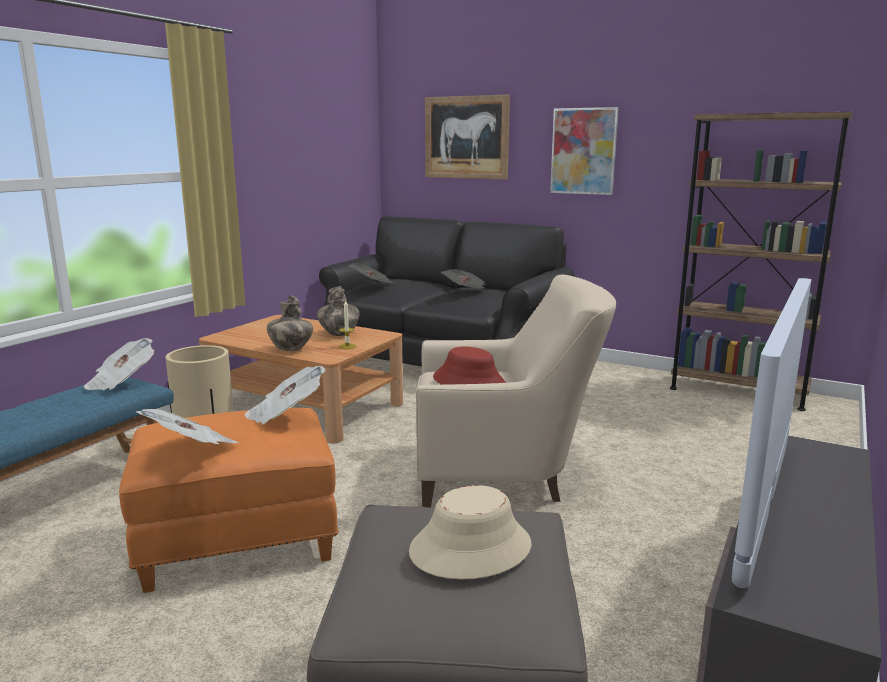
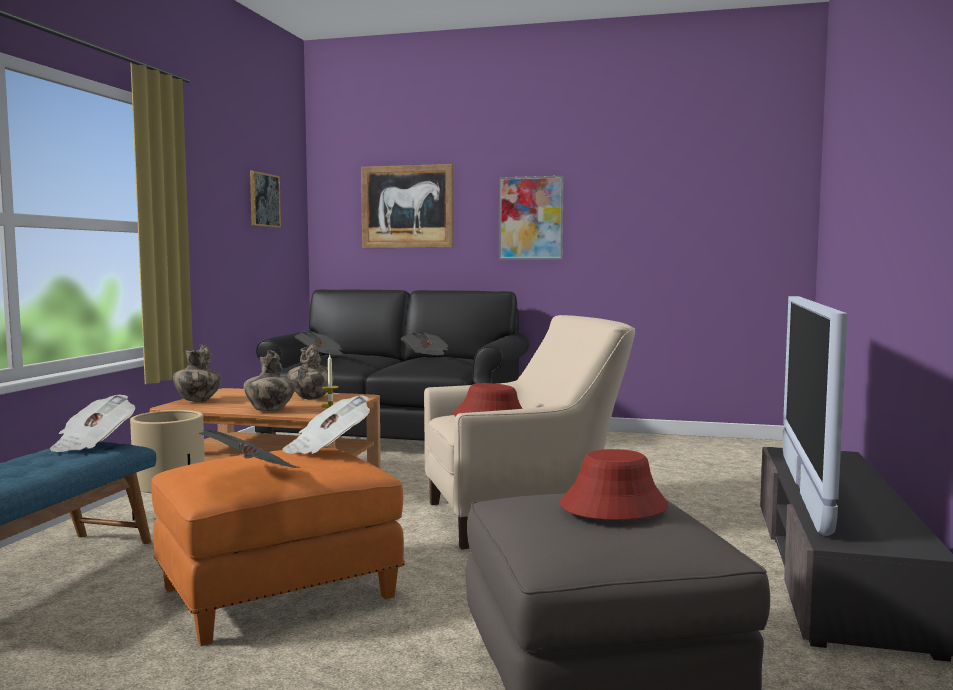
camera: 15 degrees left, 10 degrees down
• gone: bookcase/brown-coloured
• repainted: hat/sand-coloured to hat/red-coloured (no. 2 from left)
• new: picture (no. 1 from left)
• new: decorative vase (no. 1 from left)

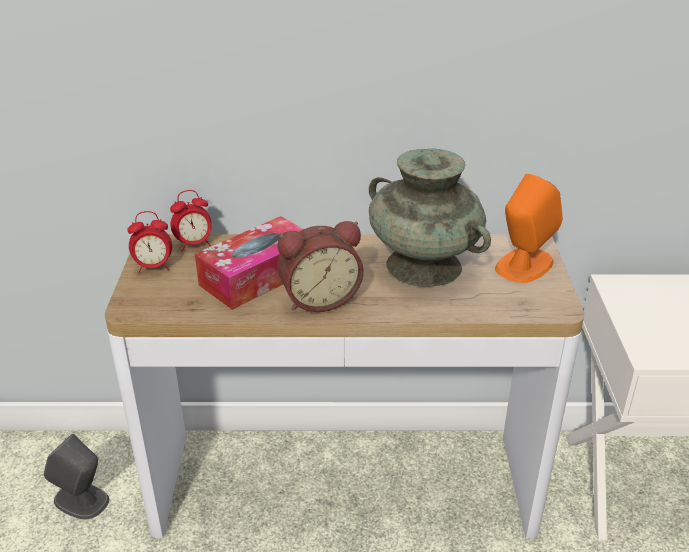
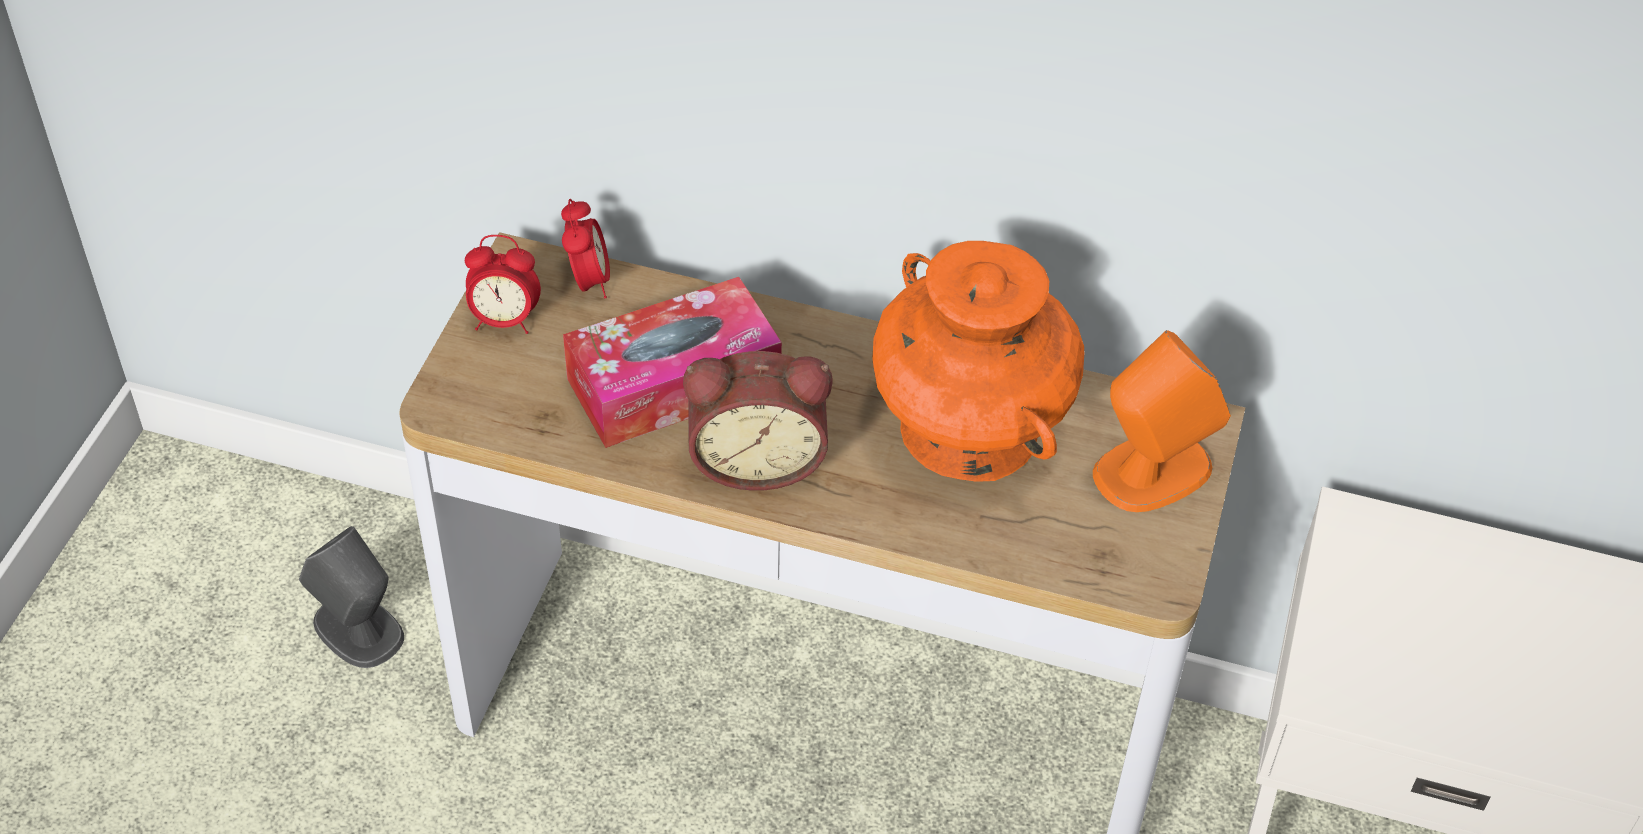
camera: 15 degrees right, 15 degrees up
• repainted: decorative vase/turquoise to decorative vase/orange
• rotated: table clock (no. 2 from left) 90 degrees counterclockwise

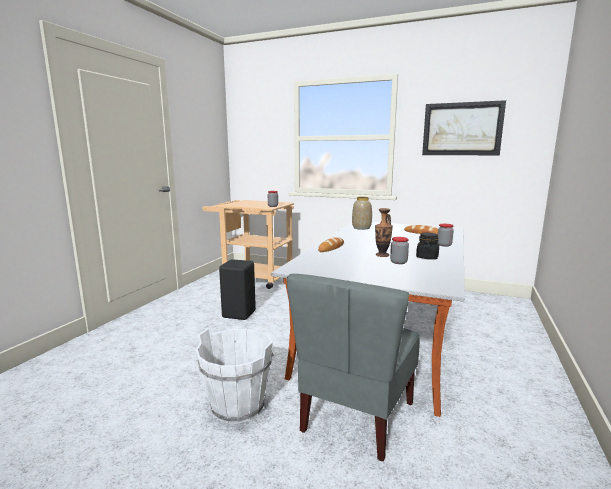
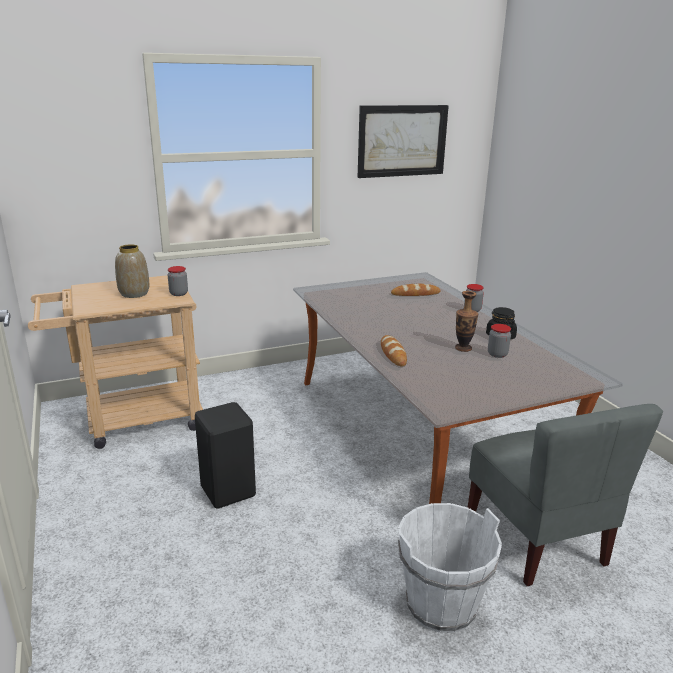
camera: 45 degrees left, 10 degrees up
• shifted: decorative vase (no. 1 from left)

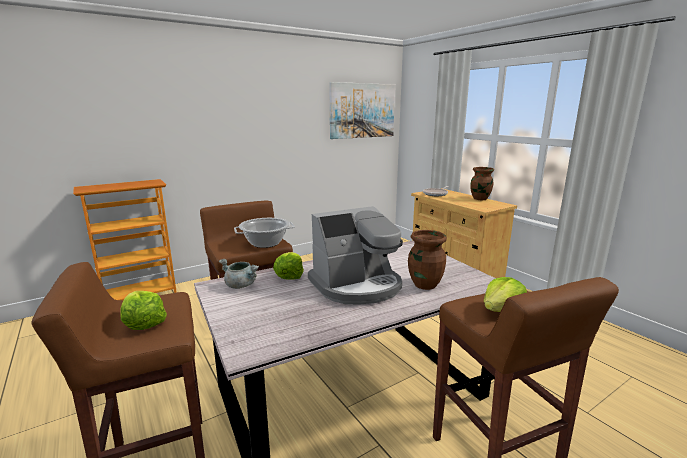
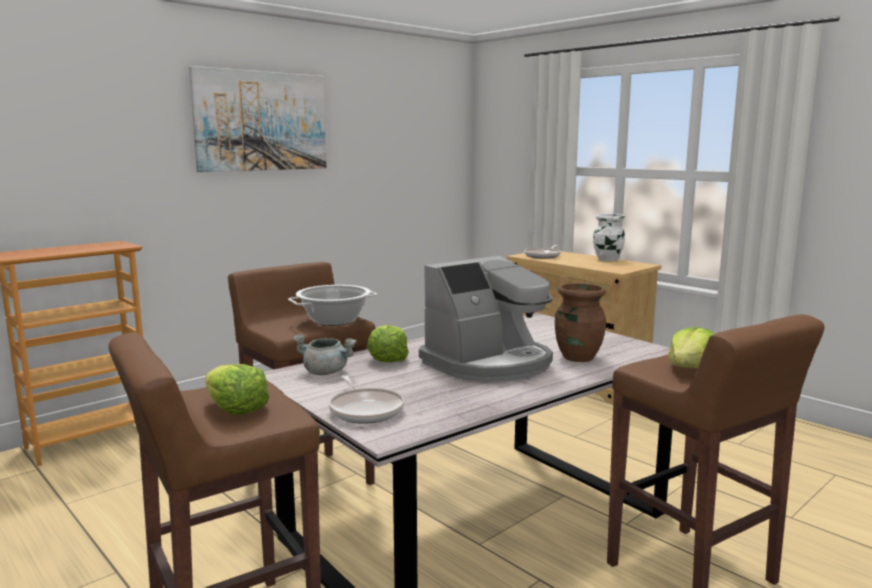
camera: 10 degrees left, 5 degrees down
• shifted: picture
• repainted: decorative vase/brown-coloured (no. 2 from left) to decorative vase/whitish
• new: pan (no. 1 from left)

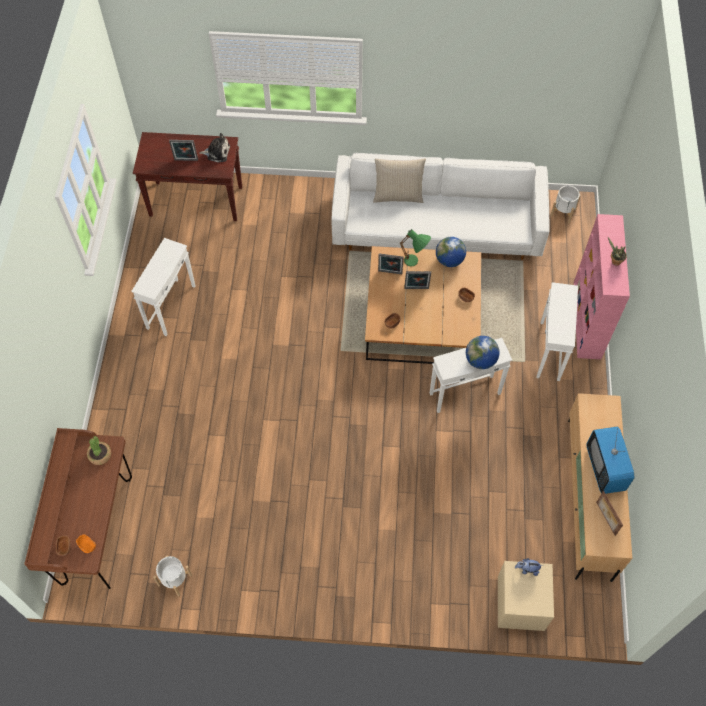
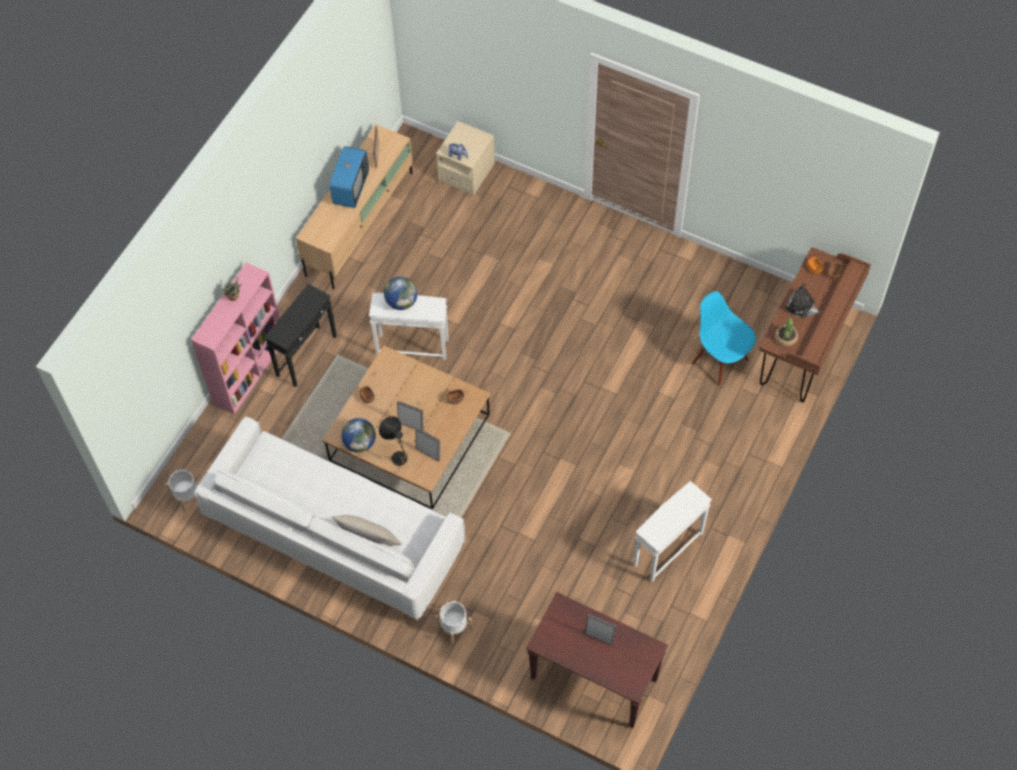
camera: 155 degrees left, 0 degrees up
• shifted: plush toy (no. 1 from left in the first image) to plush toy (no. 2 from left)
• repainted: lamp for a table/green-coloured to lamp for a table/black
• repainted: side table/whitish (no. 3 from left) to side table/black
• shifted: flower pot/whitish (no. 1 from left in the first image) to flower pot/whitish (no. 2 from left)
• new: plain chair/blue

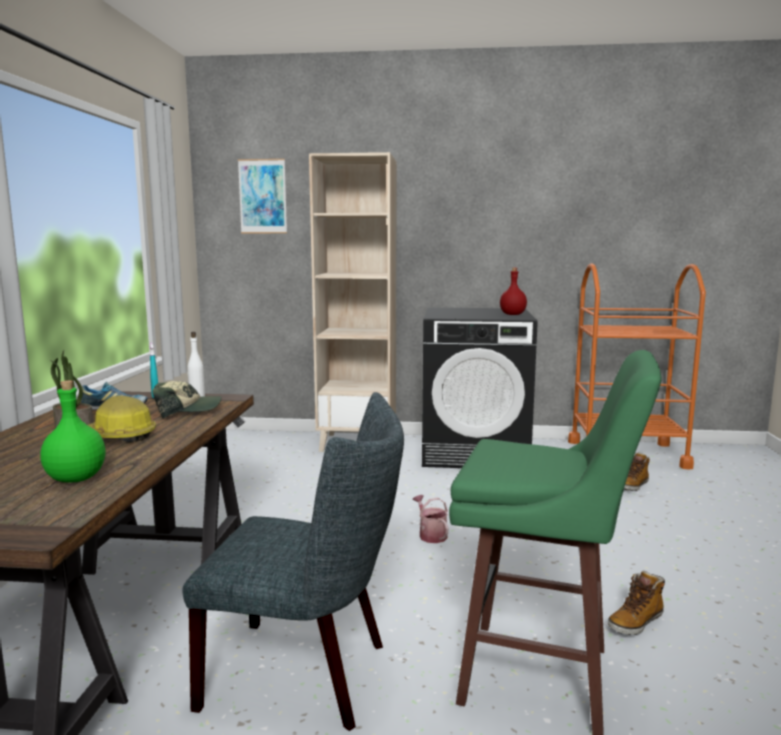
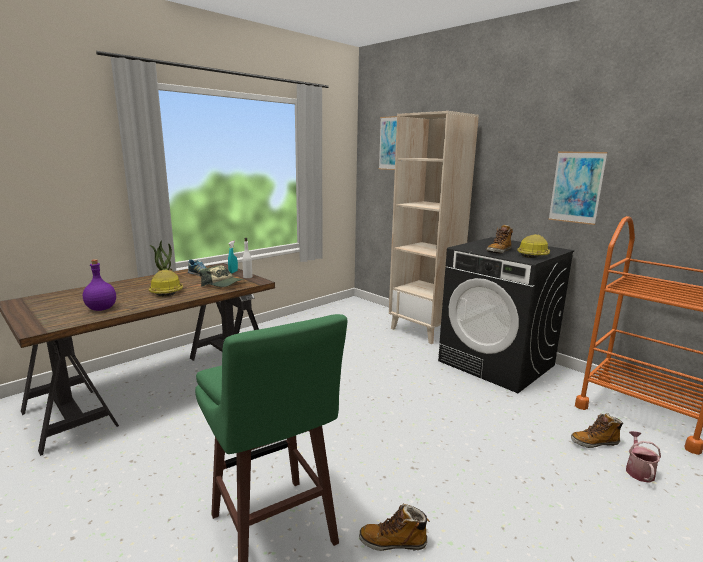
camera: 40 degrees right, 5 degrees up
• swapped: drink bottle/red-coloured to safety helmet (no. 2 from left)
• repainted: drink bottle/green-coloured to drink bottle/purple
• gone: plain chair/grey
• shifted: watering pot
• new: picture (no. 2 from left)
• new: tall boot (no. 2 from left)

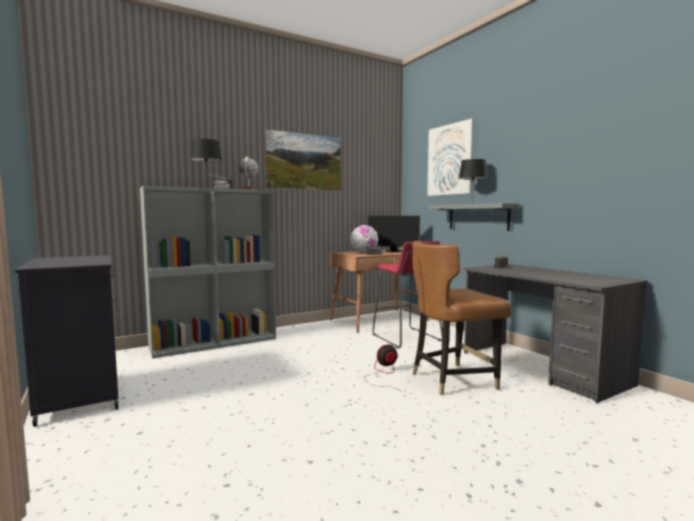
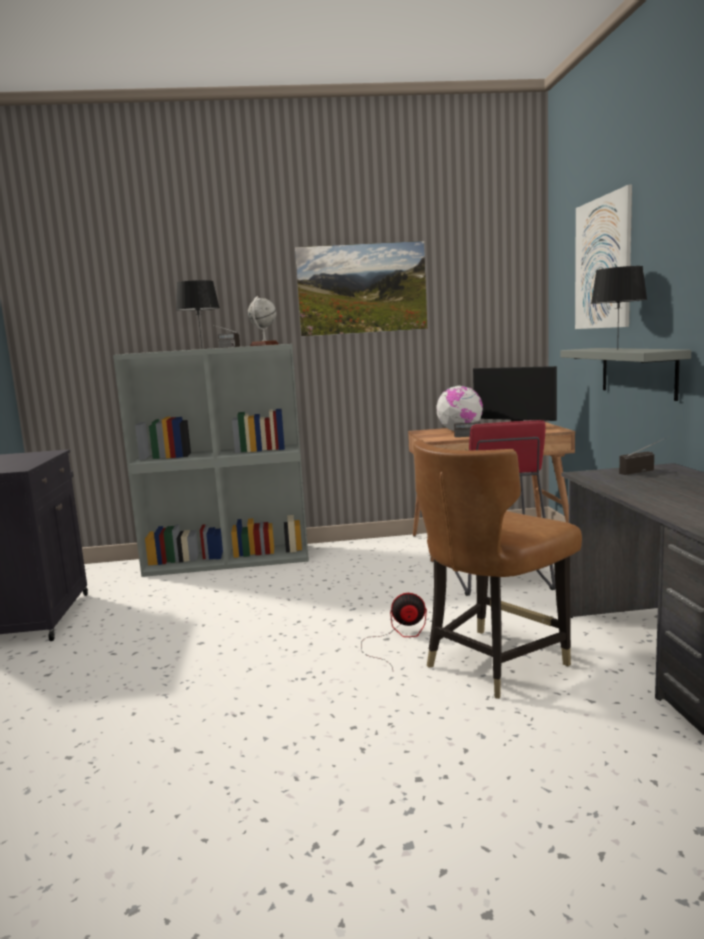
camera: 25 degrees right, 5 degrees up
• rotated: plain chair/brown-coloured 45 degrees counterclockwise

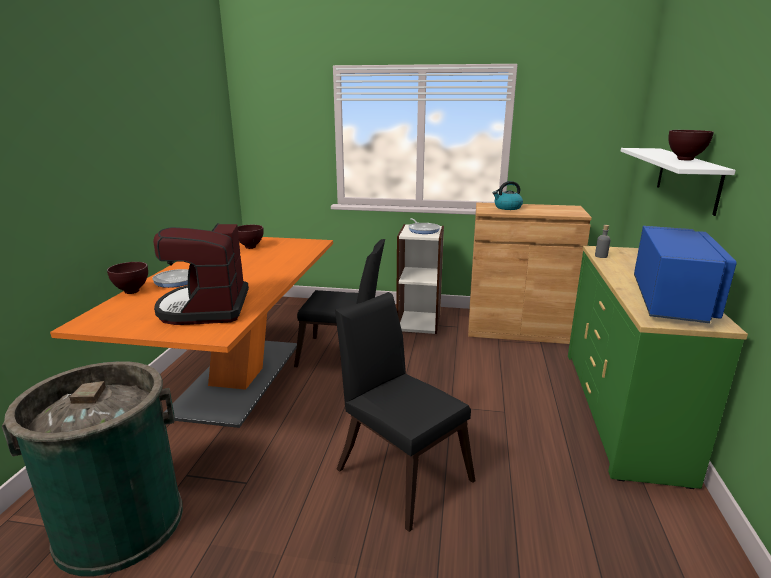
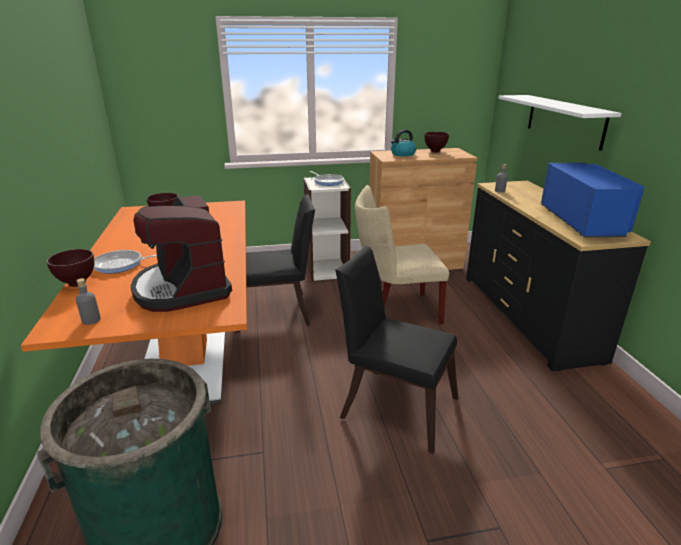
camera: 20 degrees left, 5 degrees up
• shifted: bowl/brown-coloured (no. 3 from left)
• repainted: chest of drawers/green-coloured to chest of drawers/black
• new: plain chair/sand-coloured
• new: drink bottle/grey (no. 1 from left)

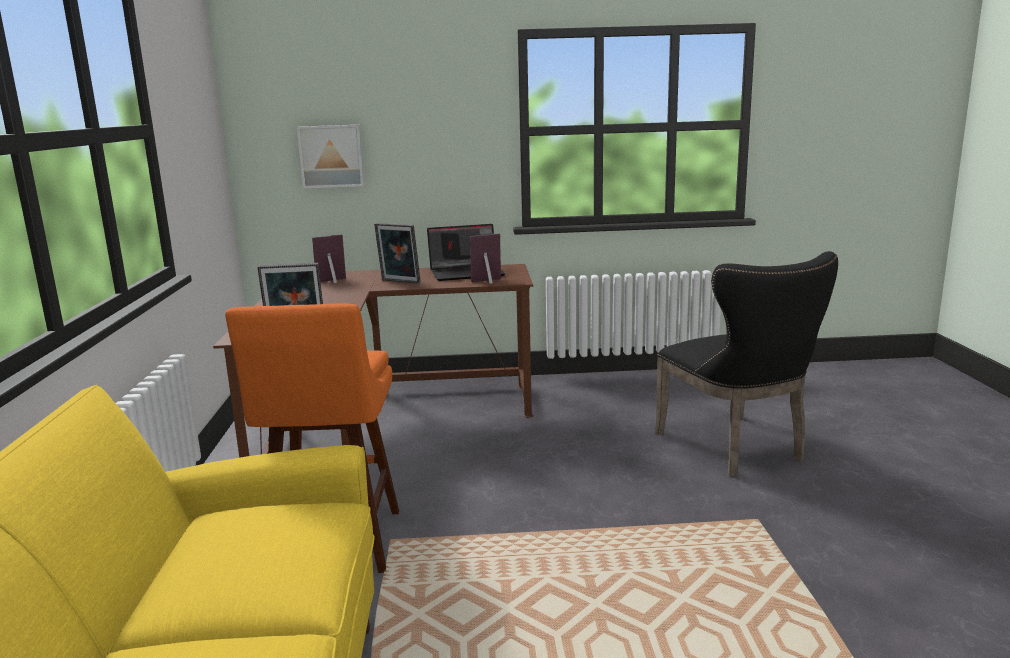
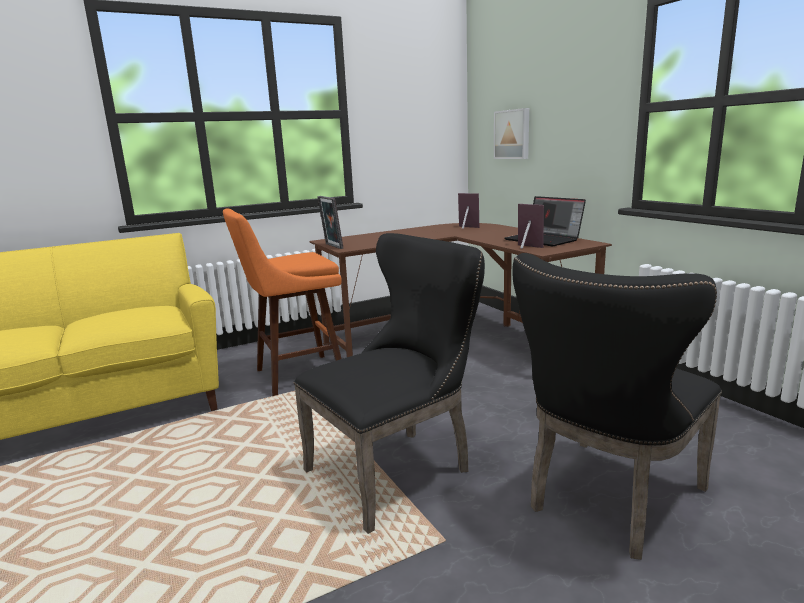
camera: 65 degrees right, 0 degrees up
• gone: photo frame (no. 3 from left)
• new: plain chair/black (no. 1 from left)

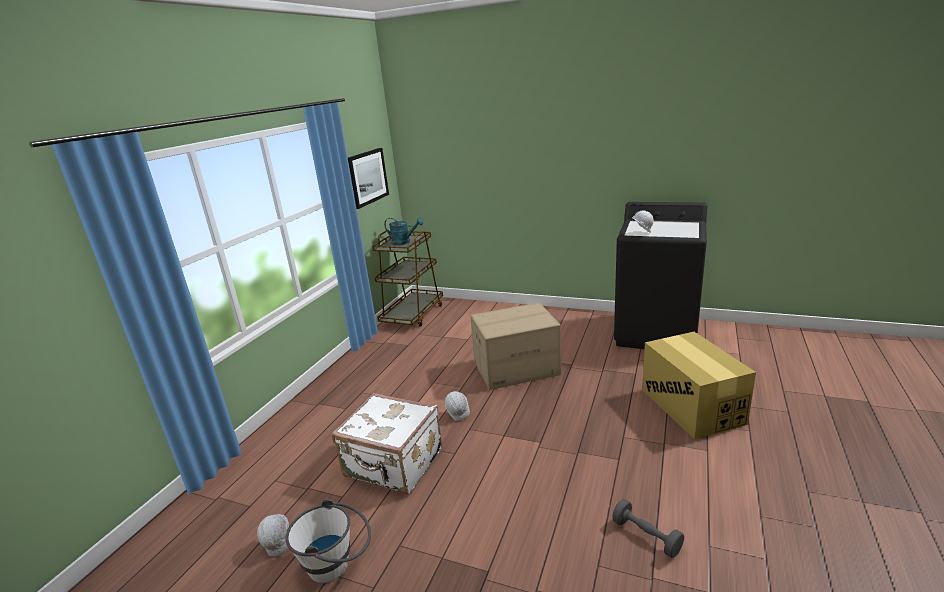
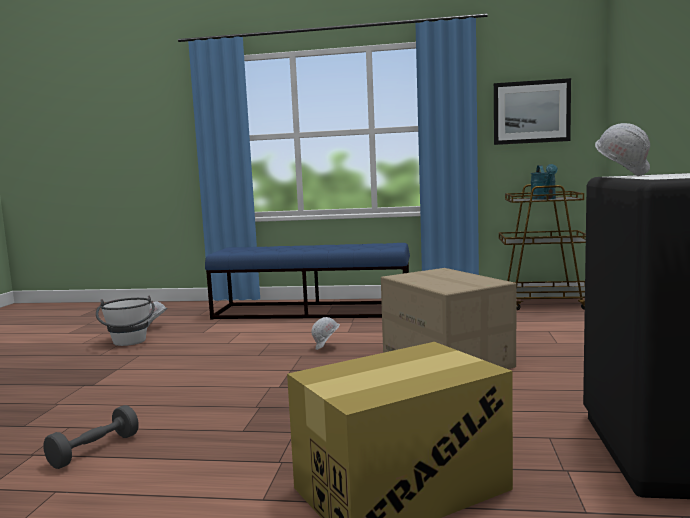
camera: 75 degrees right, 15 degrees down
• gone: suitcase/whitish
• new: bench/blue

